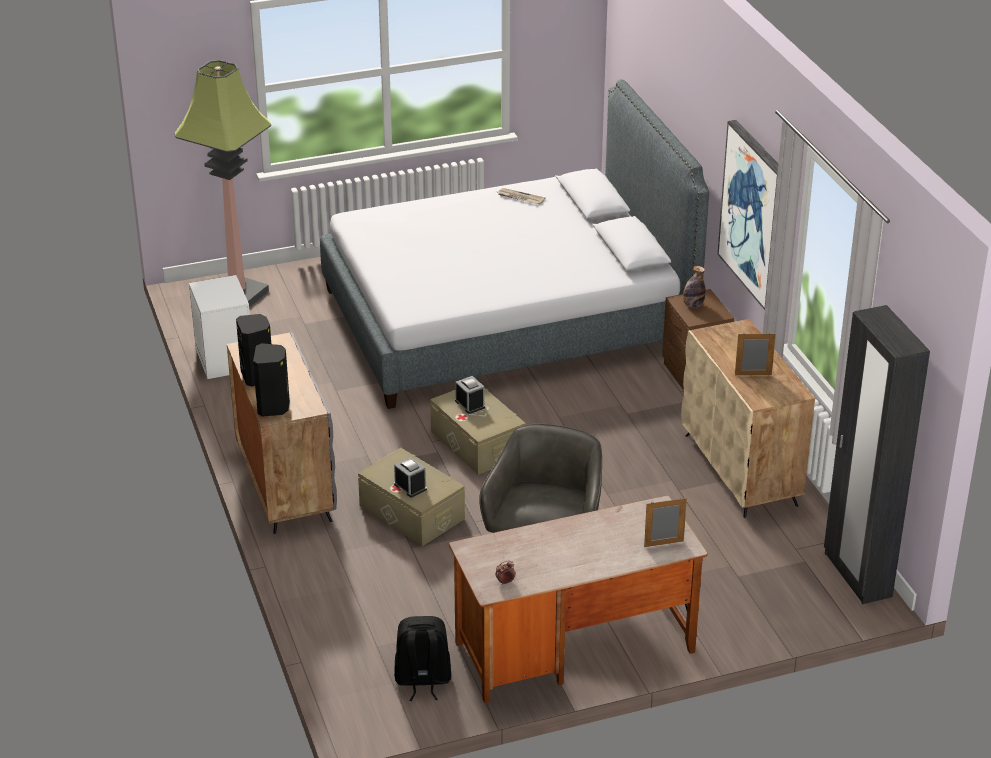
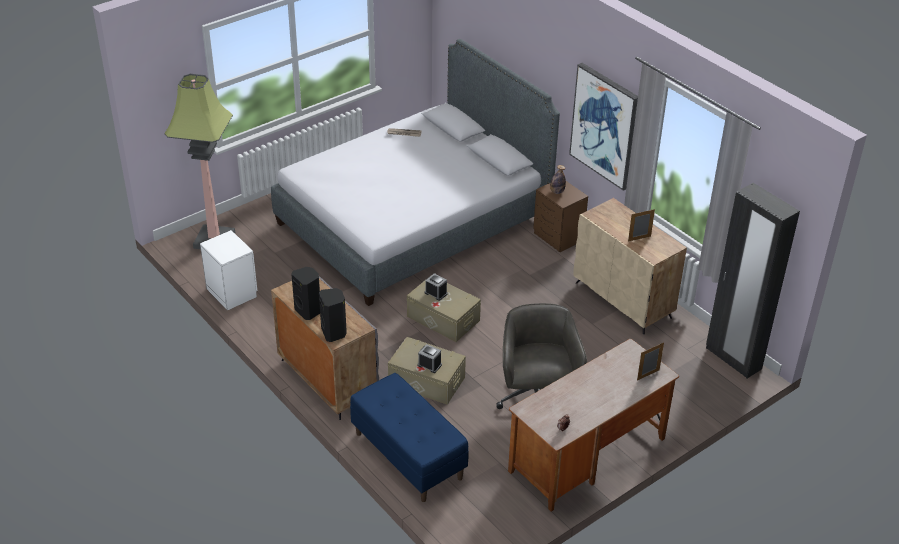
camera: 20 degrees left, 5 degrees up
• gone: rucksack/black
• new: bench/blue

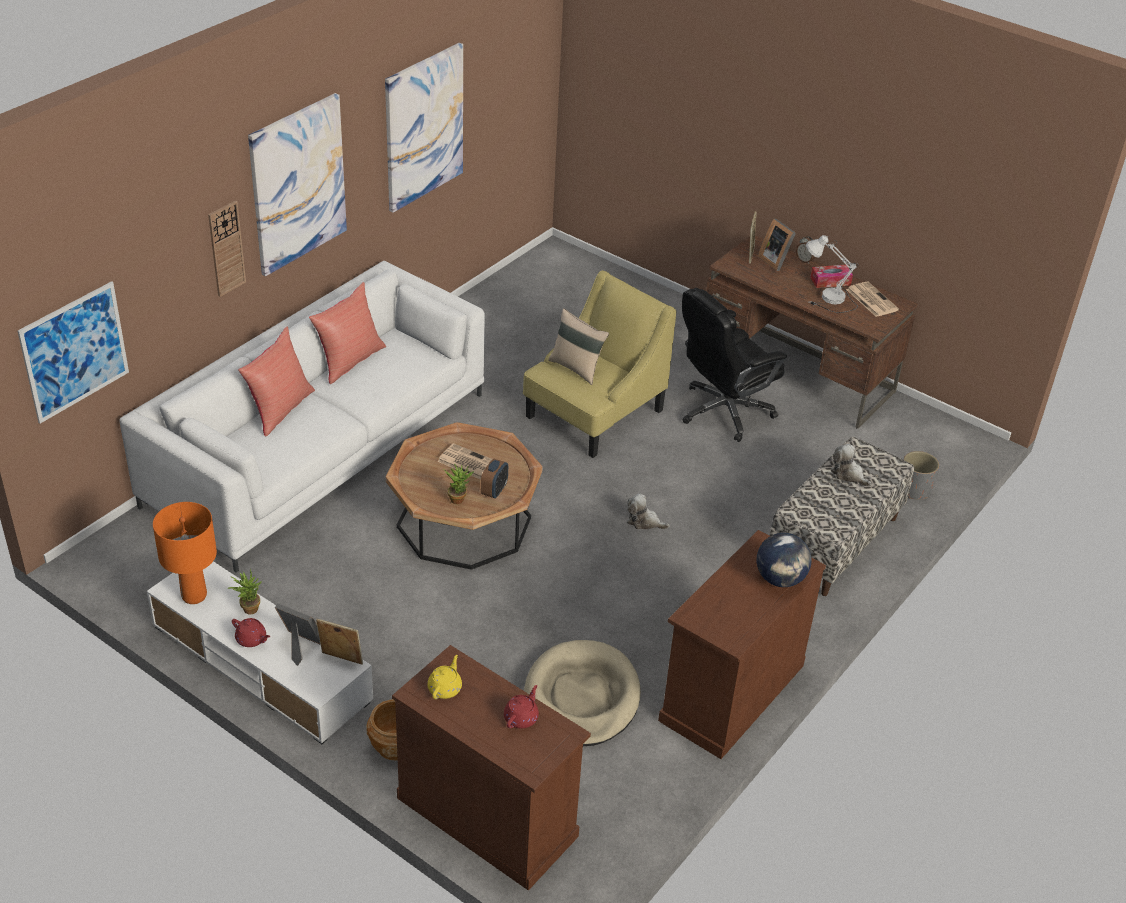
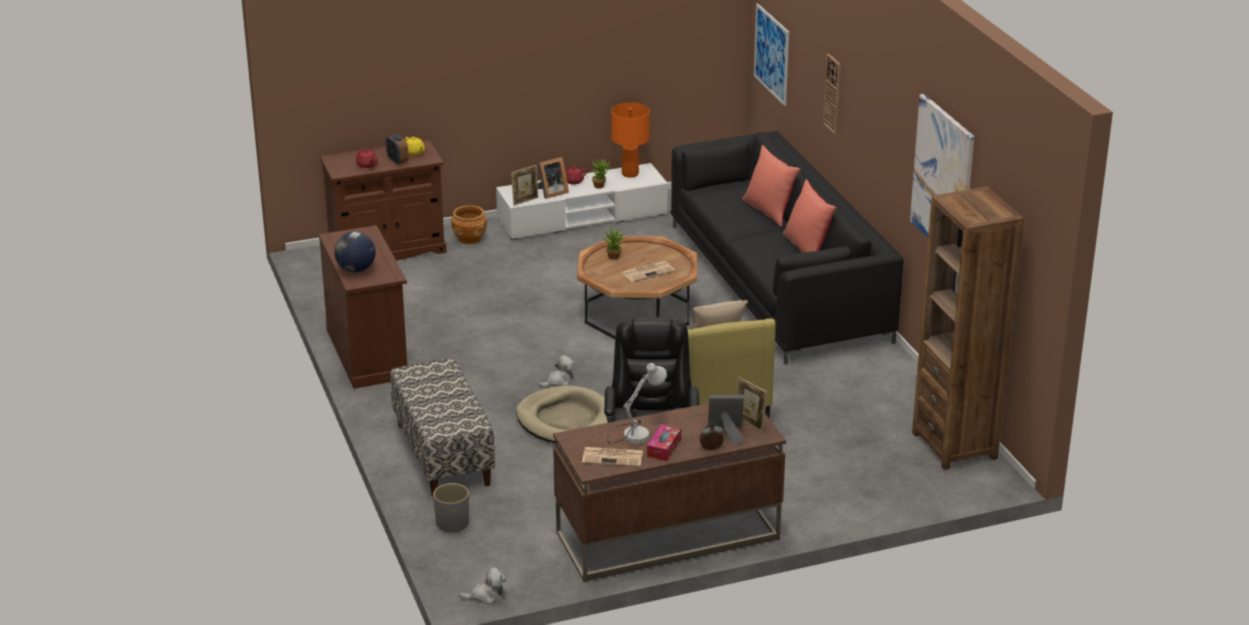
camera: 125 degrees right, 10 degrees down
• gone: picture (no. 2 from left)
• repainted: couch/whitish to couch/black
• shifted: plush toy (no. 2 from left in the first image) to plush toy (no. 1 from left)
• shifted: table clock (no. 1 from left)
• shifted: dog cushion/sand-coloured
• new: bookcase/brown-coloured

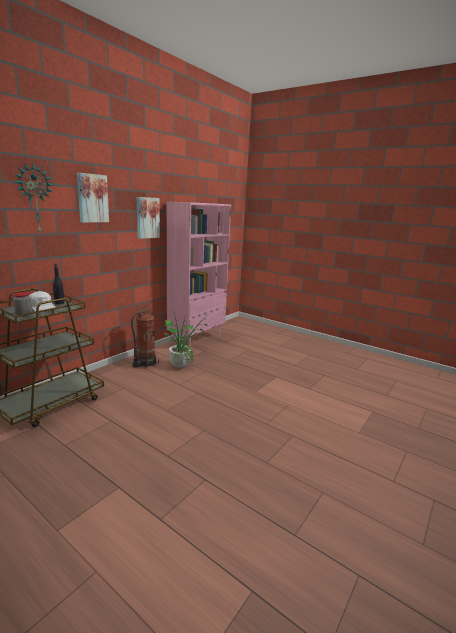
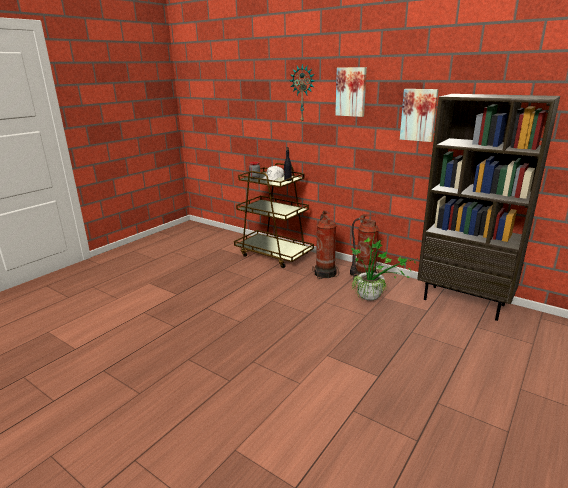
camera: 90 degrees right, 5 degrees up
• repainted: bookcase/pink-coloured to bookcase/brown-coloured
• new: extinguisher (no. 1 from left)

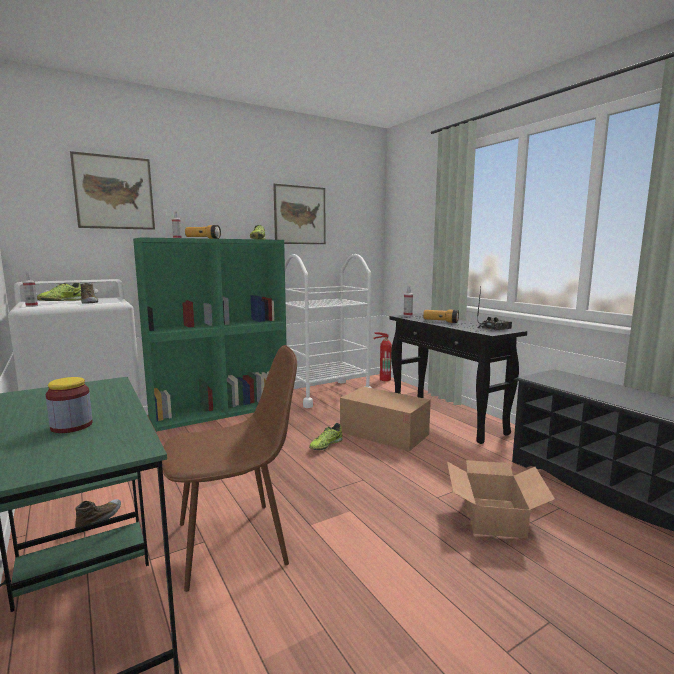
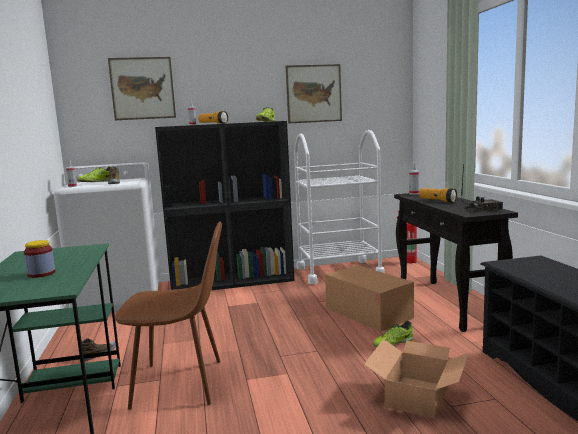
camera: 20 degrees right, 0 degrees up
• repainted: bookcase/green-coloured to bookcase/black
• shifted: item of footwear (no. 5 from left)

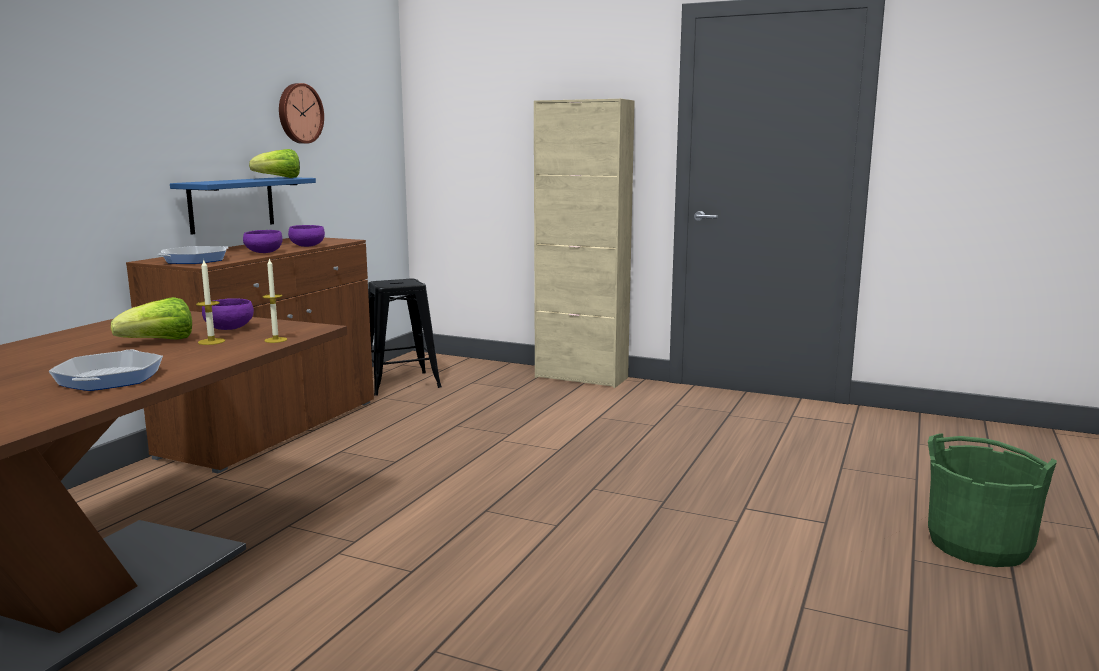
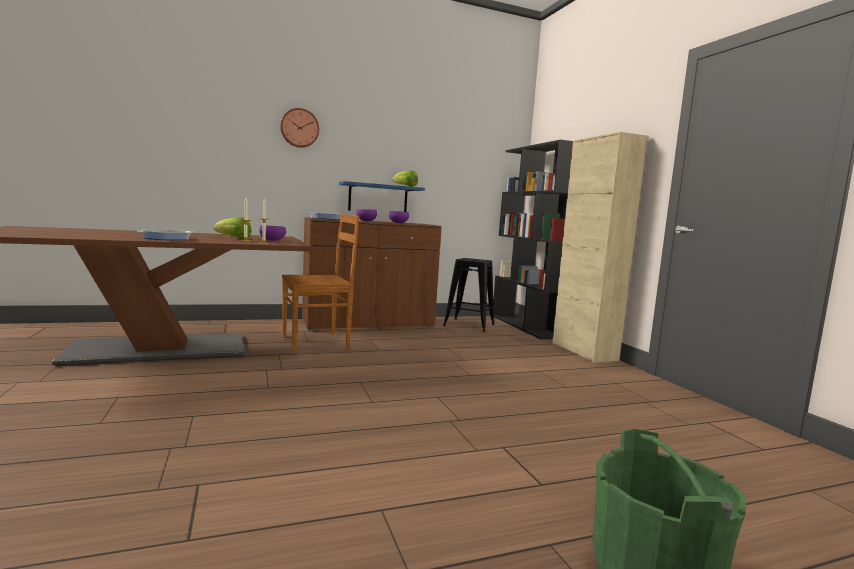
camera: 45 degrees right, 5 degrees down
• shifted: clock on the wall
• new: bookcase/black
• new: plain chair/brown-coloured

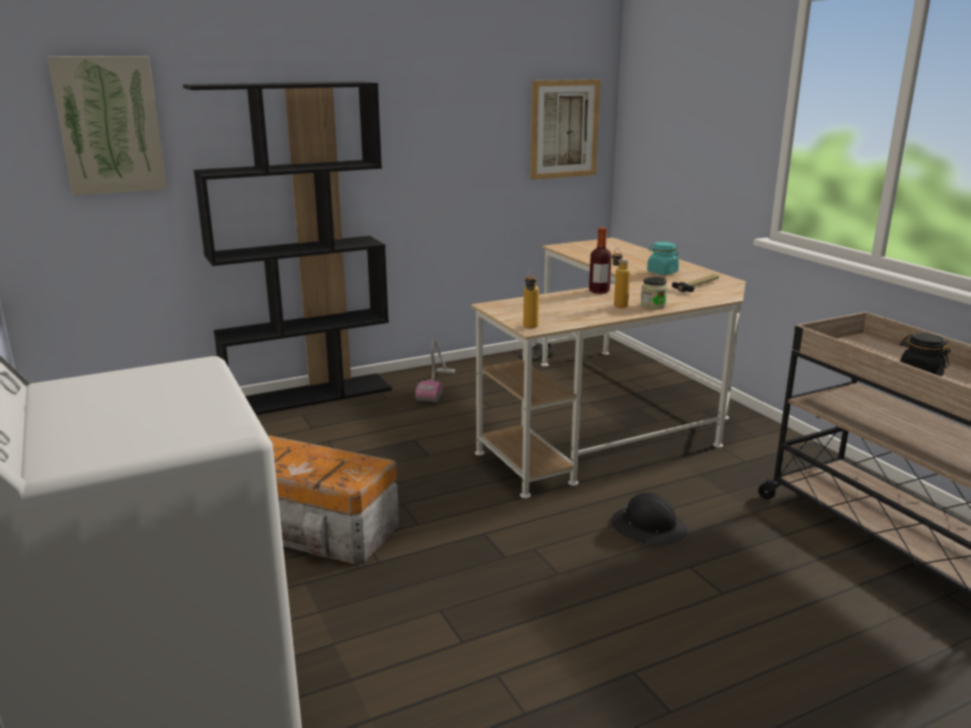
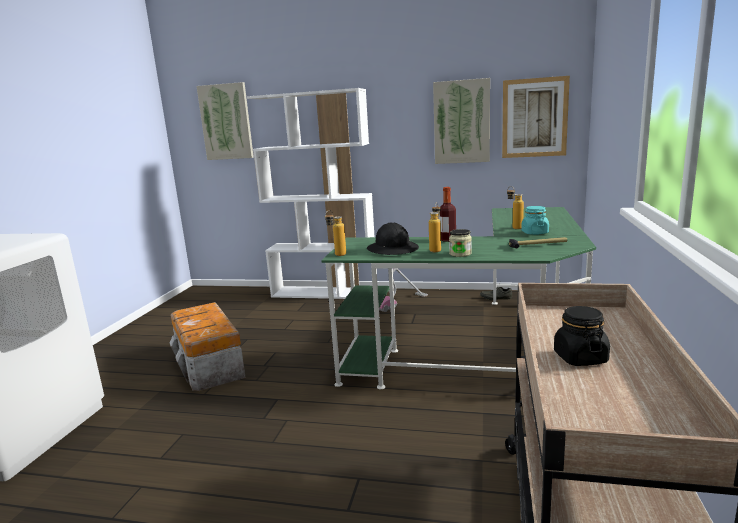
camera: 40 degrees right, 5 degrees down
• repainted: bookcase/black to bookcase/whitish
• repainted: desk unit/sand-coloured to desk unit/green-coloured
• shifted: safety helmet/black
• new: picture (no. 2 from left)
• new: drink bottle (no. 4 from left)

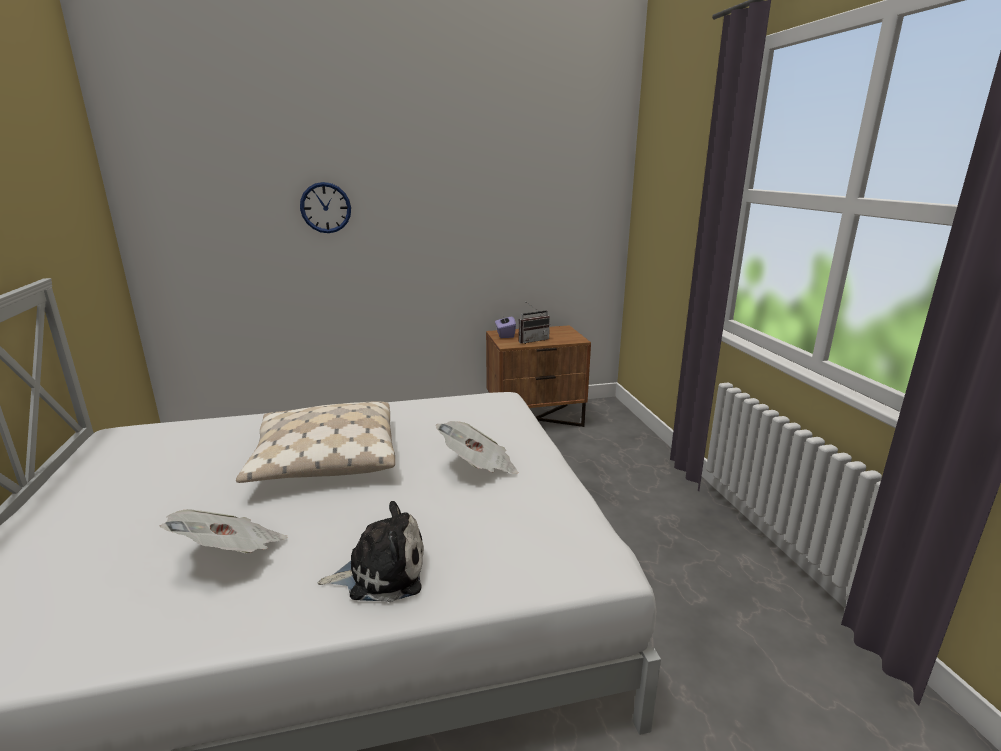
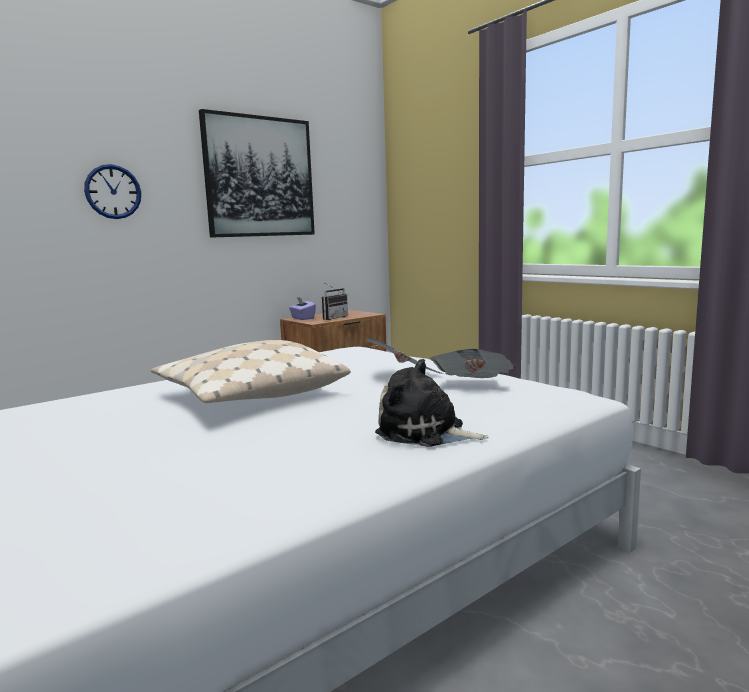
camera: 25 degrees left, 10 degrees down
• rotated: plush toy 120 degrees counterclockwise
• shifted: newspaper (no. 1 from left in the first image) to newspaper (no. 2 from left)
• new: picture

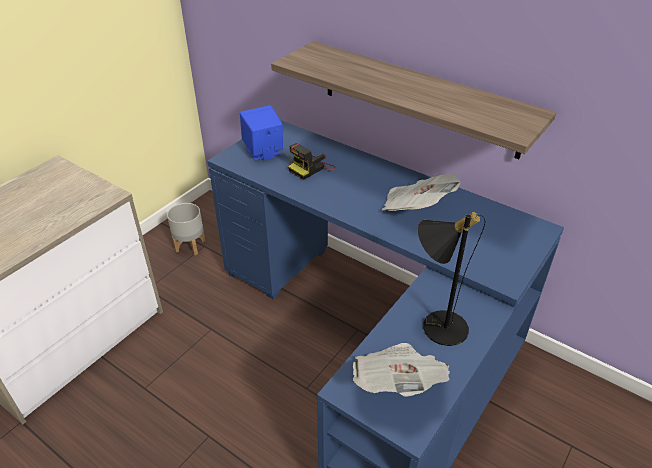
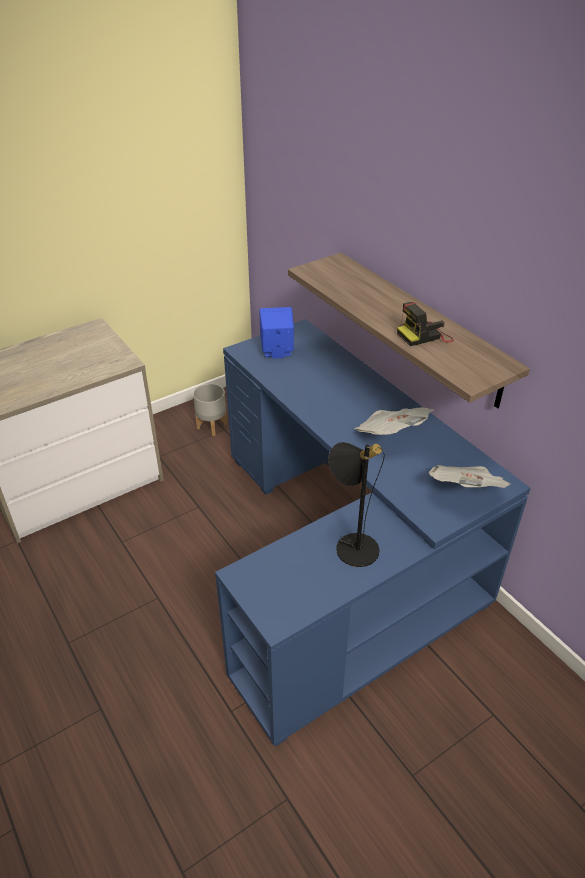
camera: 20 degrees right, 0 degrees up
• shifted: still camera
• shifted: newspaper (no. 1 from left in the first image) to newspaper (no. 2 from left)

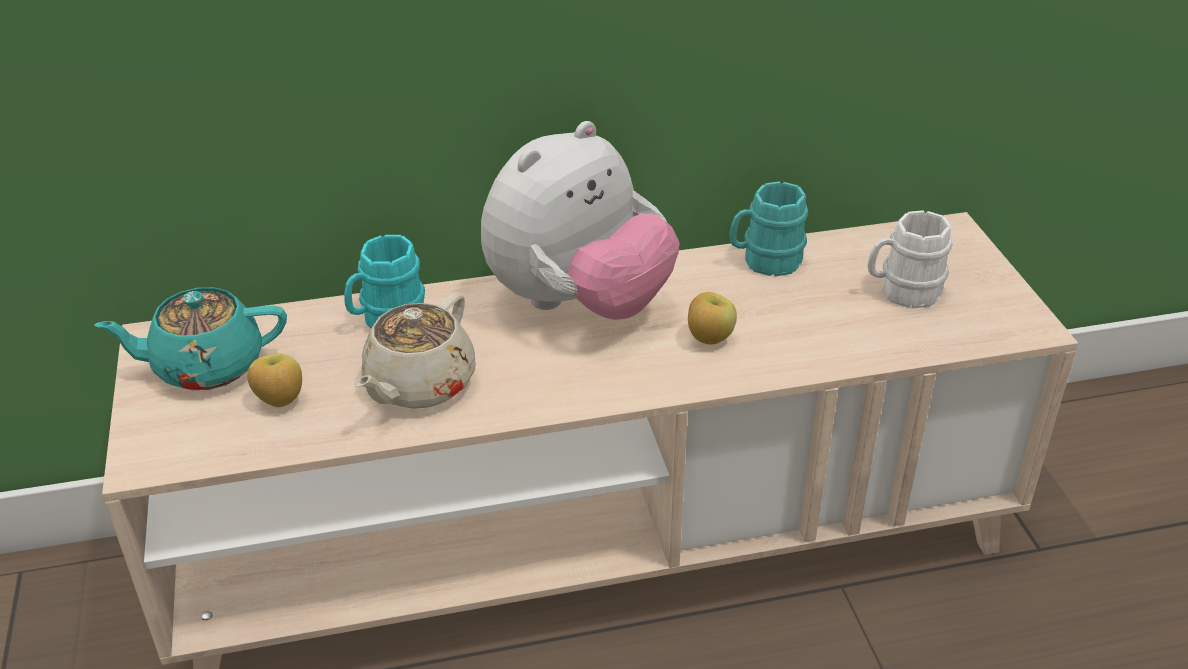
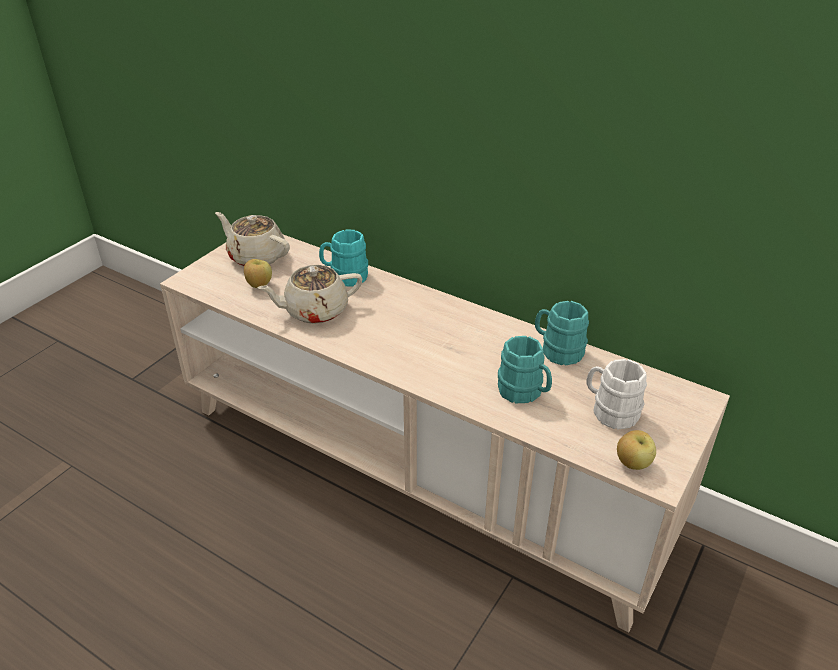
camera: 45 degrees right, 0 degrees up
• gone: plush toy
• repainted: tea pot/turquoise to tea pot/sand-coloured (no. 1 from left)
• shifted: whole apple (no. 2 from left)
• new: mug/turquoise (no. 2 from left)

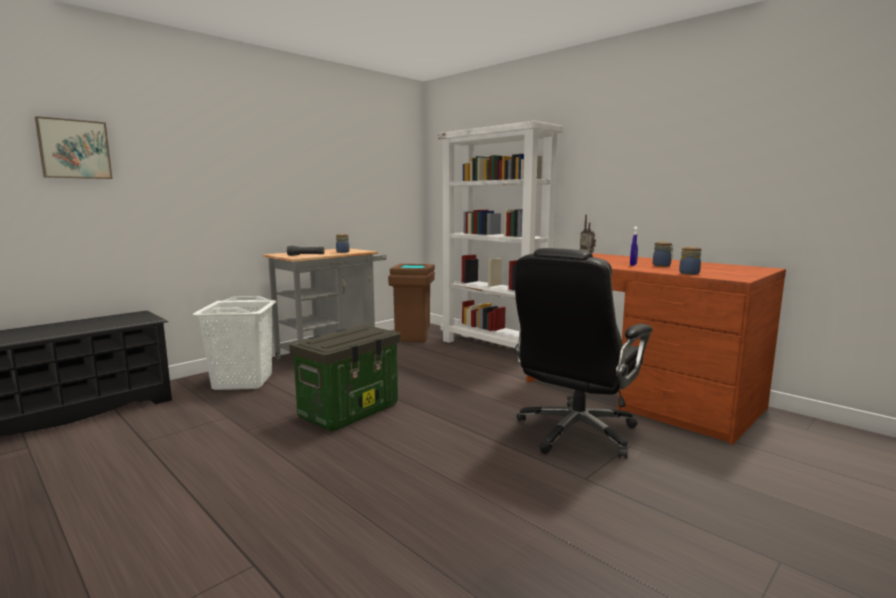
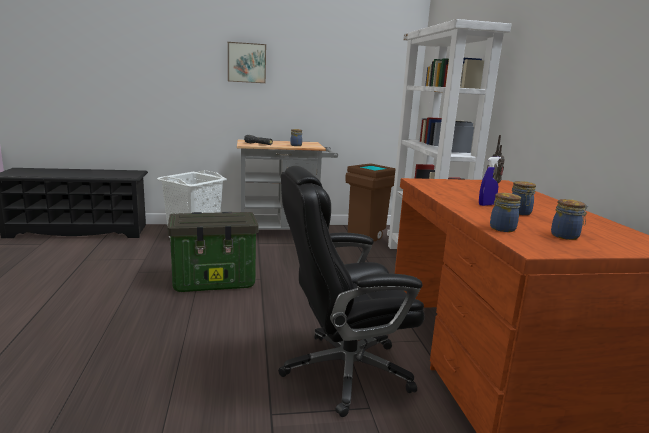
camera: 35 degrees right, 5 degrees up
• shifted: picture
• new: preserve jar (no. 4 from left)

